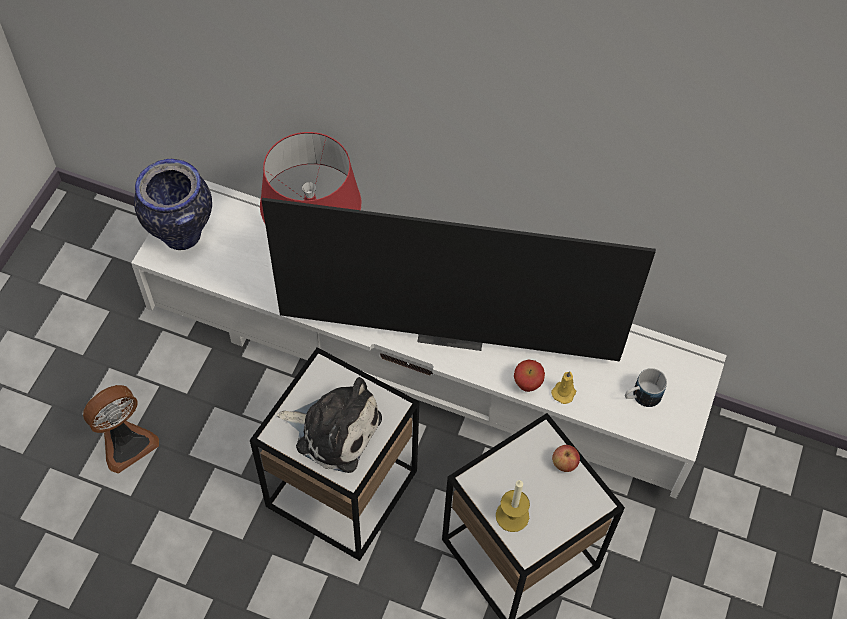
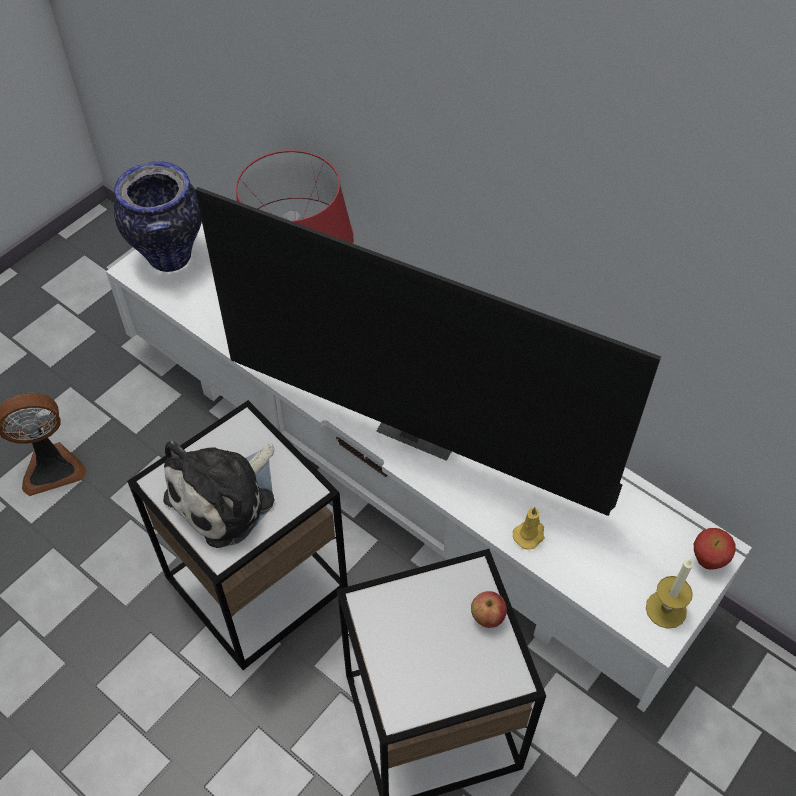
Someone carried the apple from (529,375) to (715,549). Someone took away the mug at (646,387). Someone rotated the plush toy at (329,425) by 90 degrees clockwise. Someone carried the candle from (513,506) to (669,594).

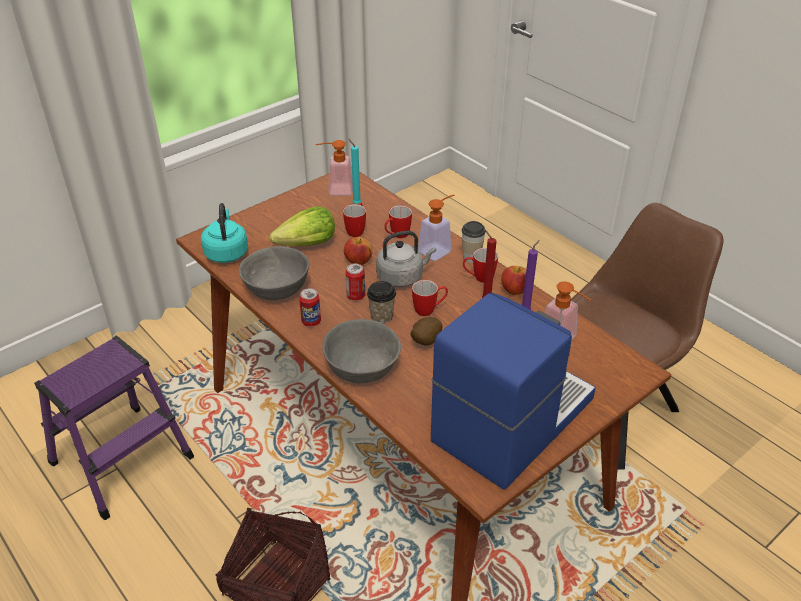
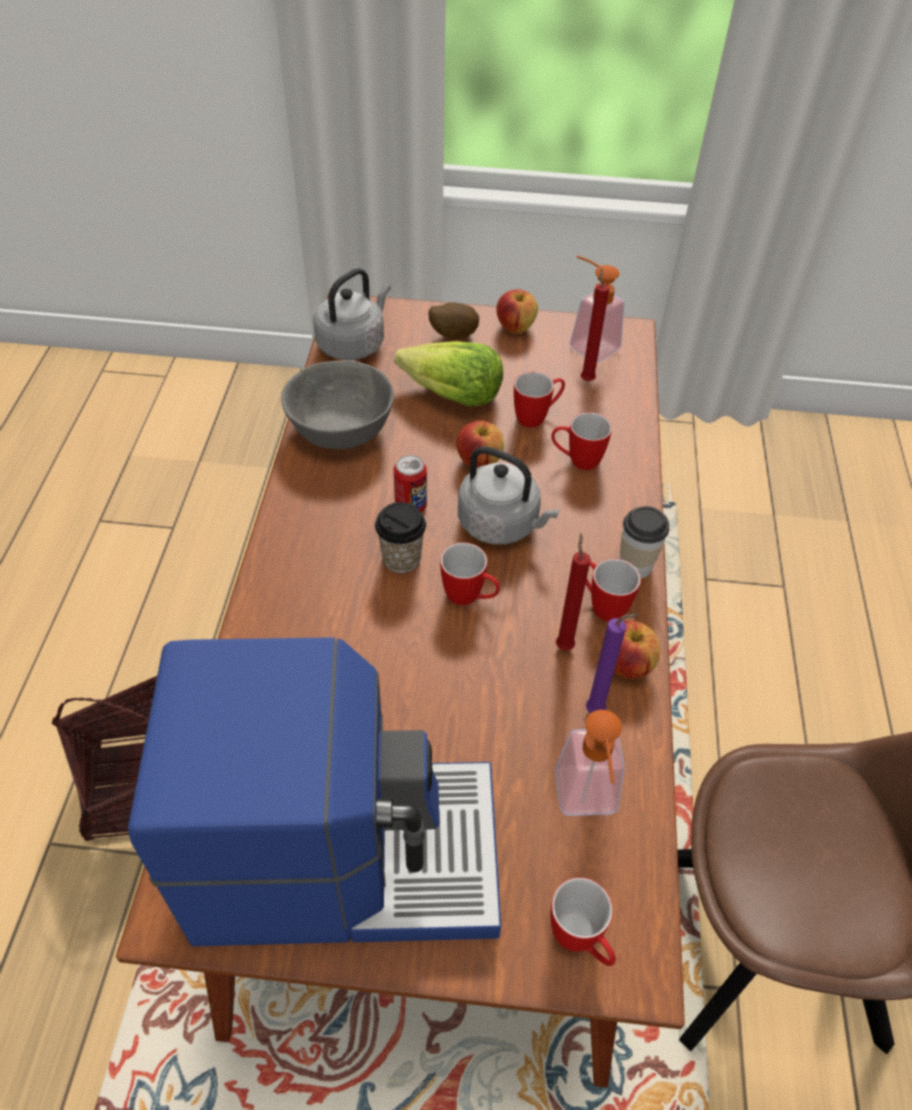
Someone repainted the candle in turquoise at (354,171), which became the candle in red at (595,324). Someone took away the soap dispenser at (436,228). Someone repainted the kettle in turquoise at (224,233), which became the kettle in grey at (352,314). Someone took away the can at (310,307). Someone carried the potato from (426,331) to (453,320). Someone took away the bowl in grey at (361,351). Someone took away the step ladder in purple at (114,427). Someone put down the apple at (517,311). Someone put down the mug at (583,921).

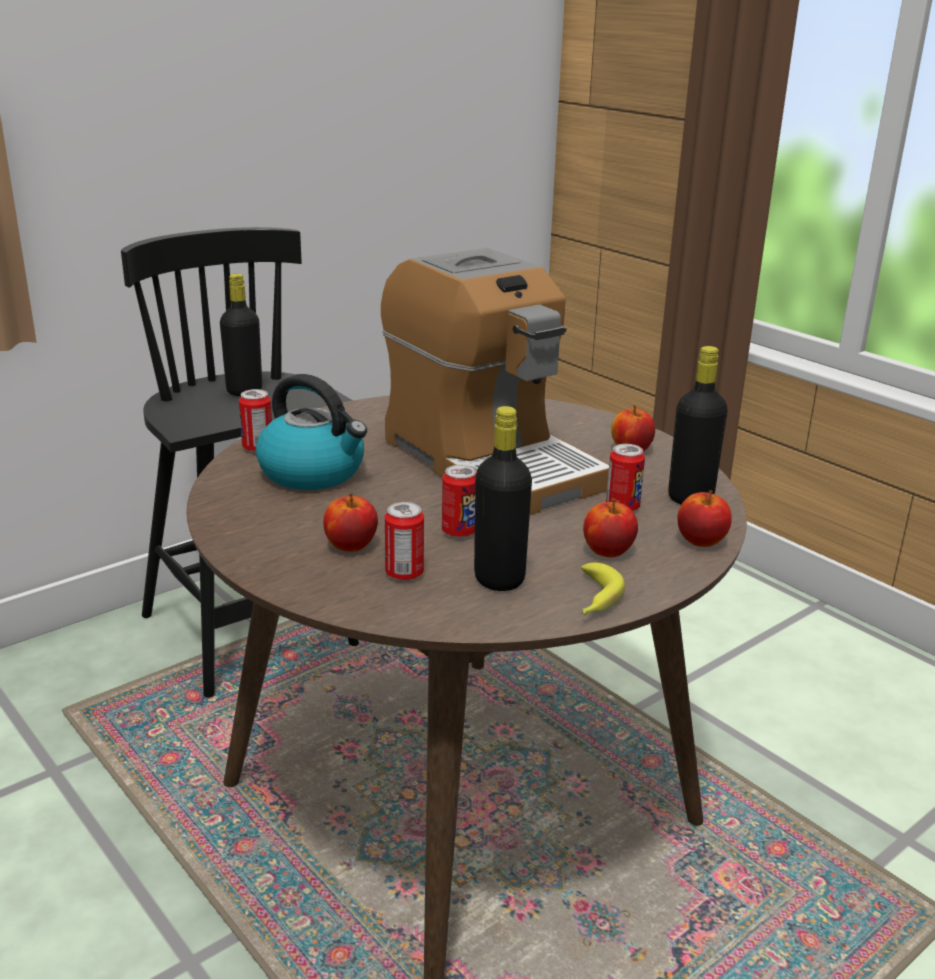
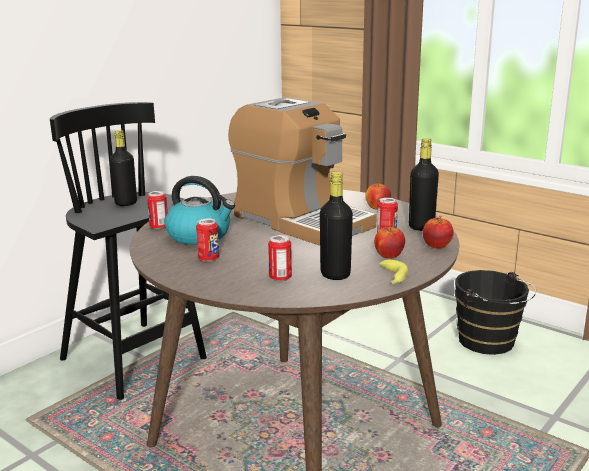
Someone carried the can from (459,501) to (207,240). Someone took away the apple at (350,522). Someone put down the bucket in black at (496,312).

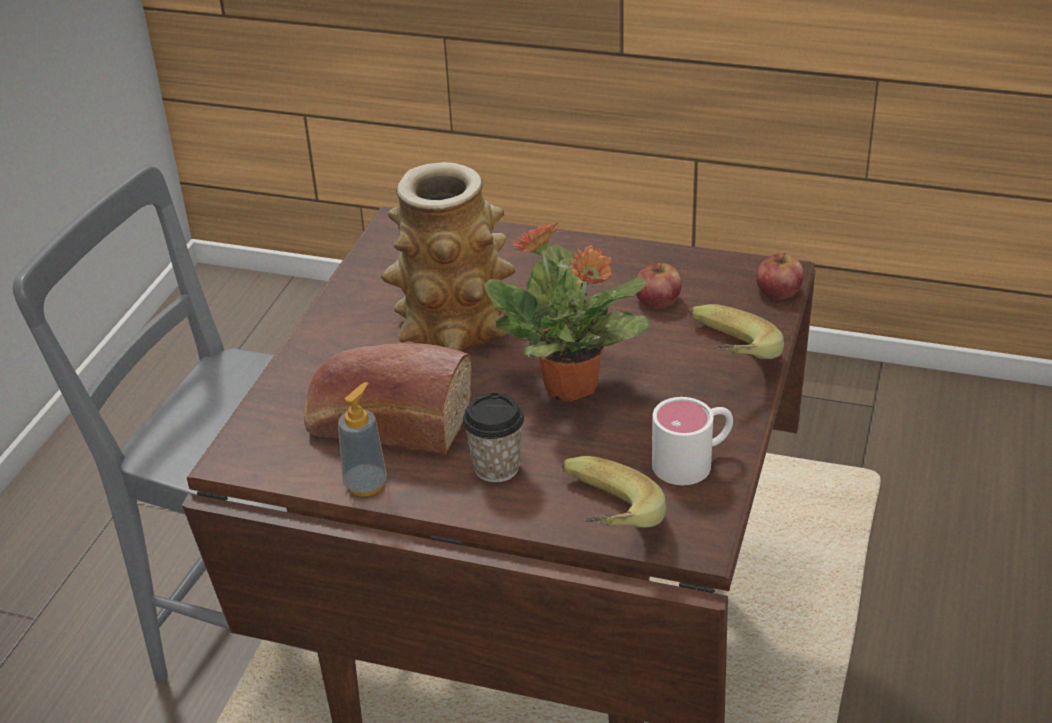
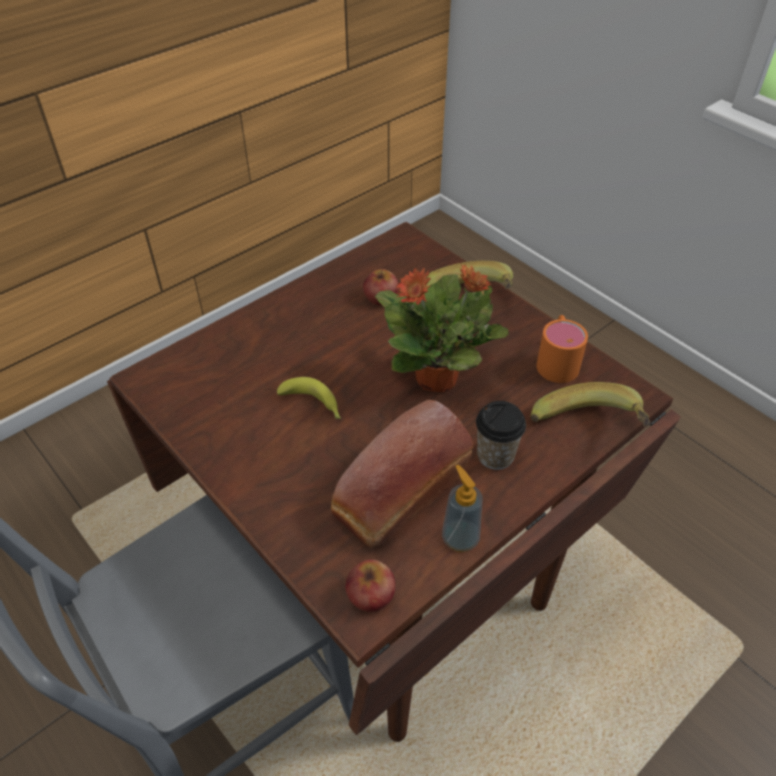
Someone swapped the vase at (448,256) for the banana at (309,398). Someone carried the apple from (780,275) to (371,585). Someone repainted the mug in white at (692,441), which became the mug in orange at (562,349).

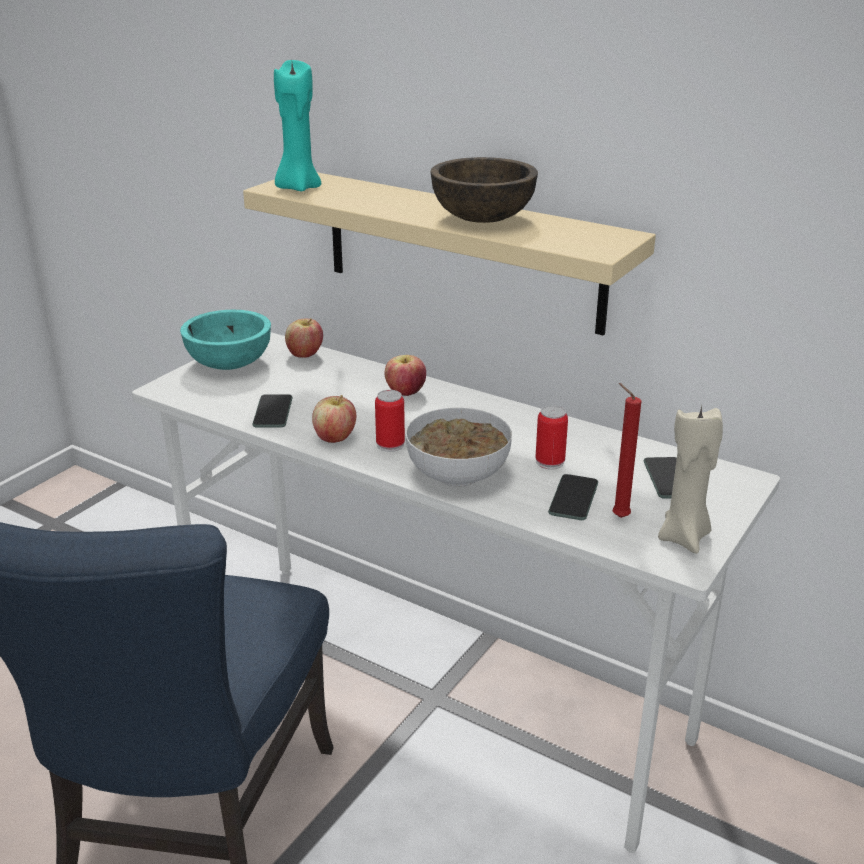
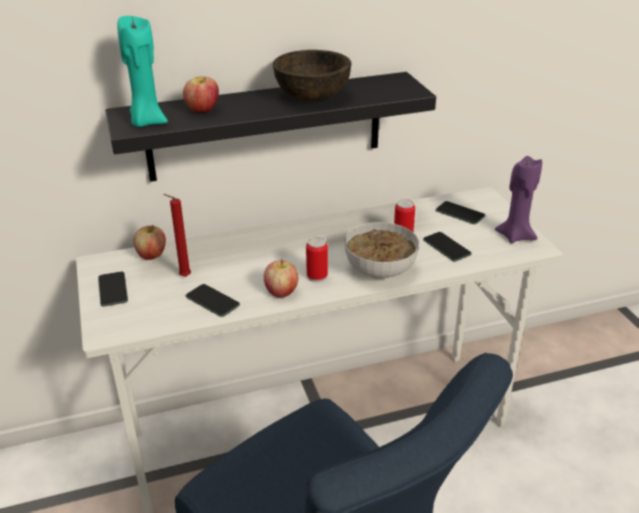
Someone repainted the shelf in beige at (449,254), which became the shelf in black at (270,127). Someone swapped the bowl in turquoise at (225,340) for the phone at (113,289). Someone carried the apple from (405,375) to (201,94). Someone carried the candle in red from (627,450) to (177,235). Someone repainted the candle in beige at (690,480), which became the candle in purple at (518,199).

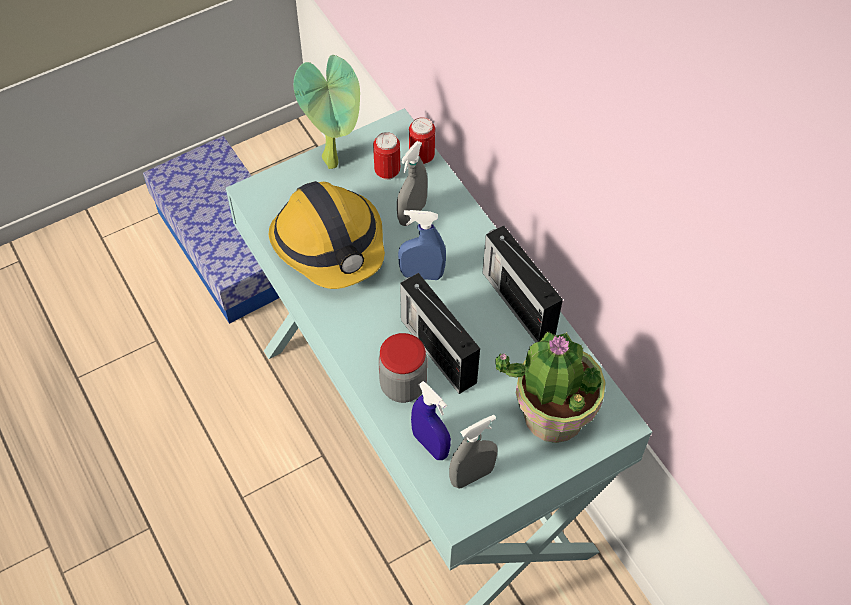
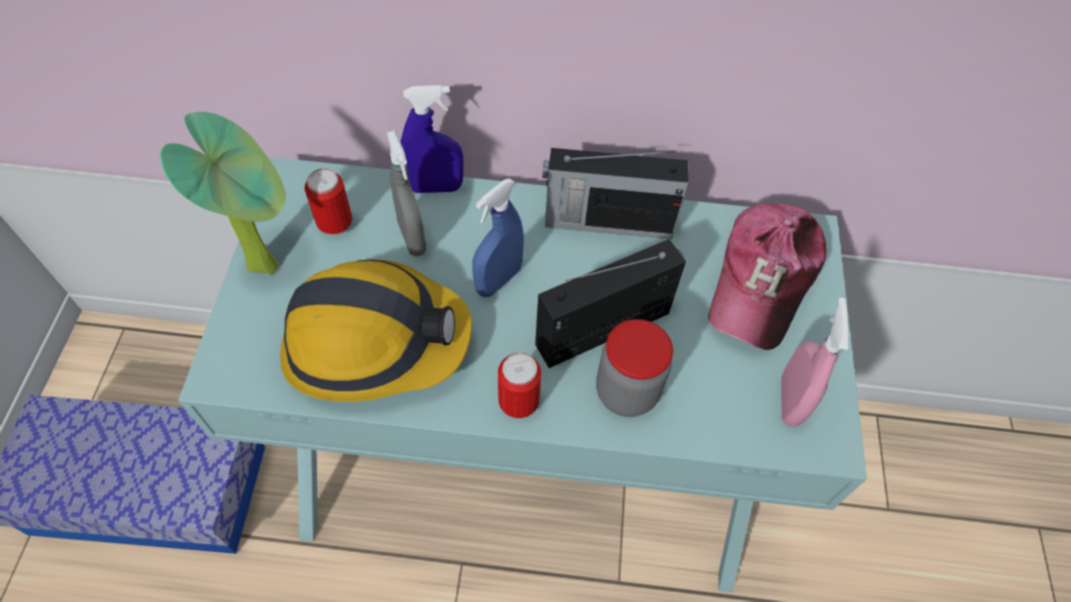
Someone carried the can from (422,141) to (519,385). Someone rotated the radio at (440,333) by 150 degrees clockwise. Someone swapped the potted plant at (550,387) for the cap at (767,276). Someone carried the spray bottle in blue from (431,420) to (432,139). Someone repainted the spray bottle in grey at (473,452), which became the spray bottle in pink at (815,362).

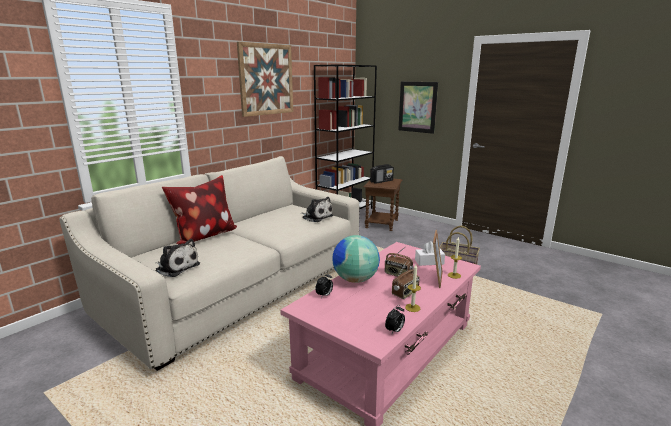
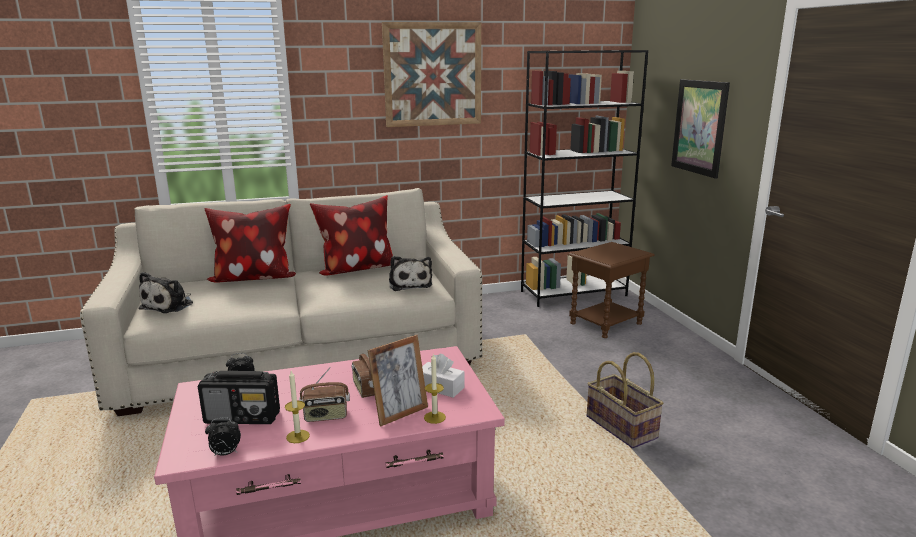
Someone carried the radio from (382,173) to (239,397). Someone took away the globe at (356,259). Someone rotated the plush toy at (177,258) by 45 degrees clockwise. Someone put down the pillow at (351,235).

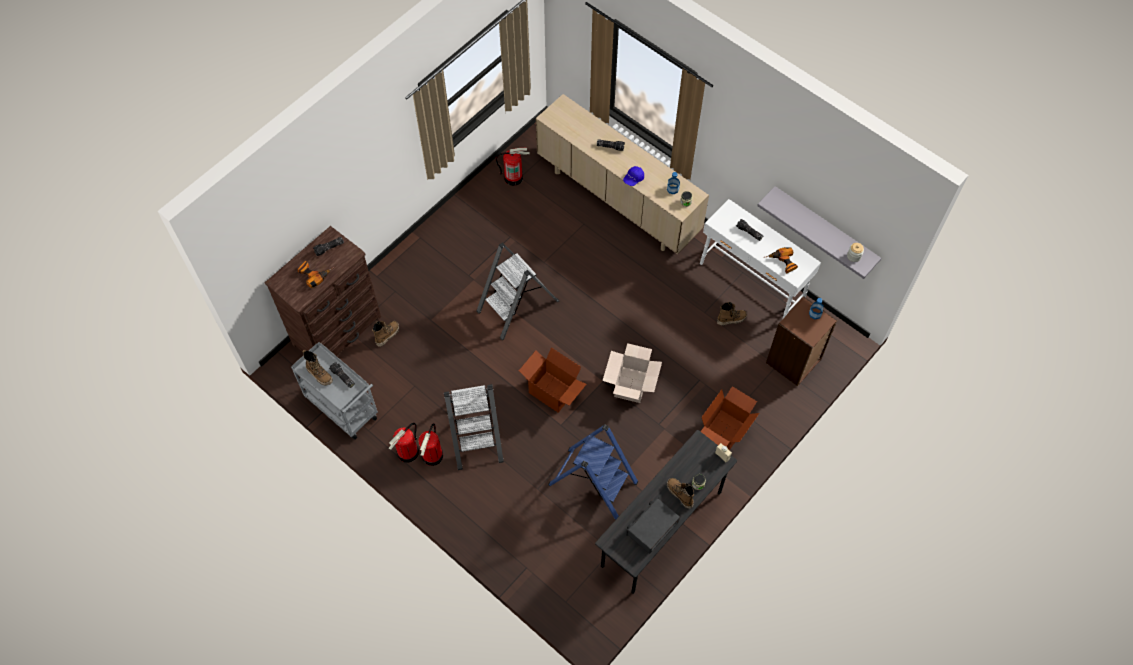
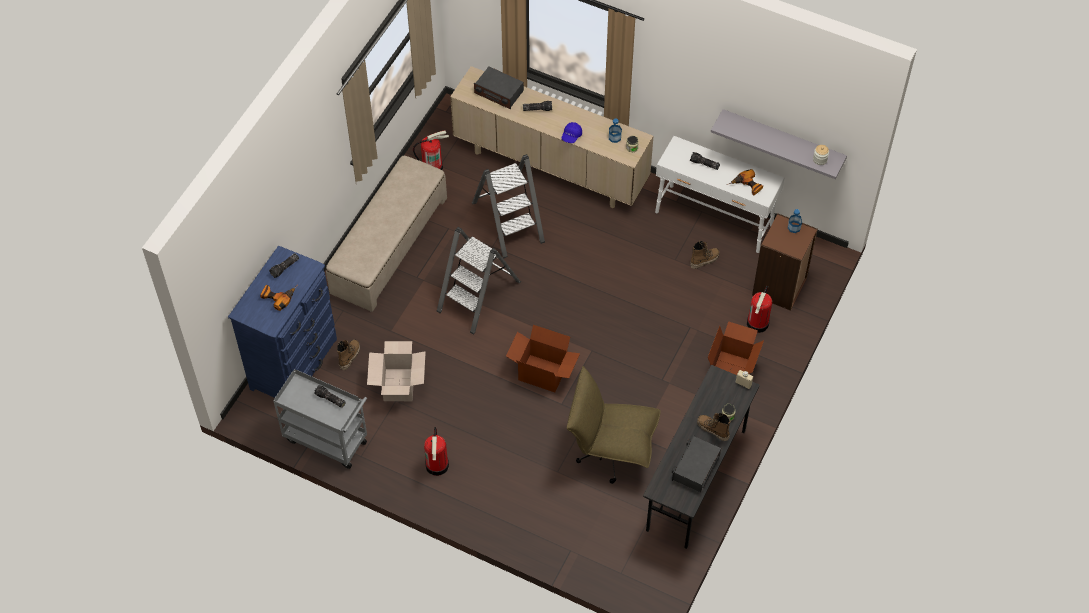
Someone repainted the dresser in brown at (322,291), which became the dresser in blue at (282,322). Someone carried the cardboard box from (632,373) to (396,371). Someone took away the boot at (317,367). Someone carried the step ladder in grey from (474,427) to (508,206). Someone carried the fire extinguisher from (404,443) to (759,309). Someone swapped the step ladder in blue at (593,472) for the office chair in beige at (614,425). Someone put down the radio at (499,88). Someone put down the bench in beige at (386,234).

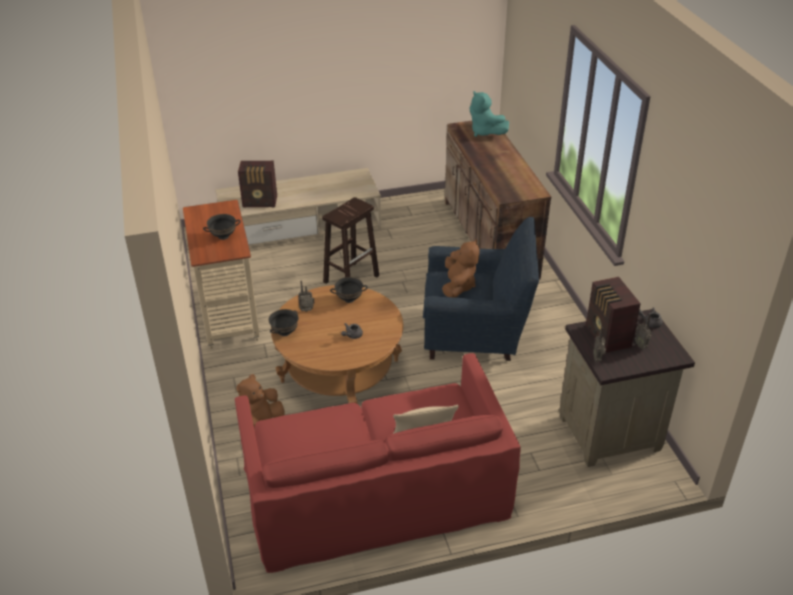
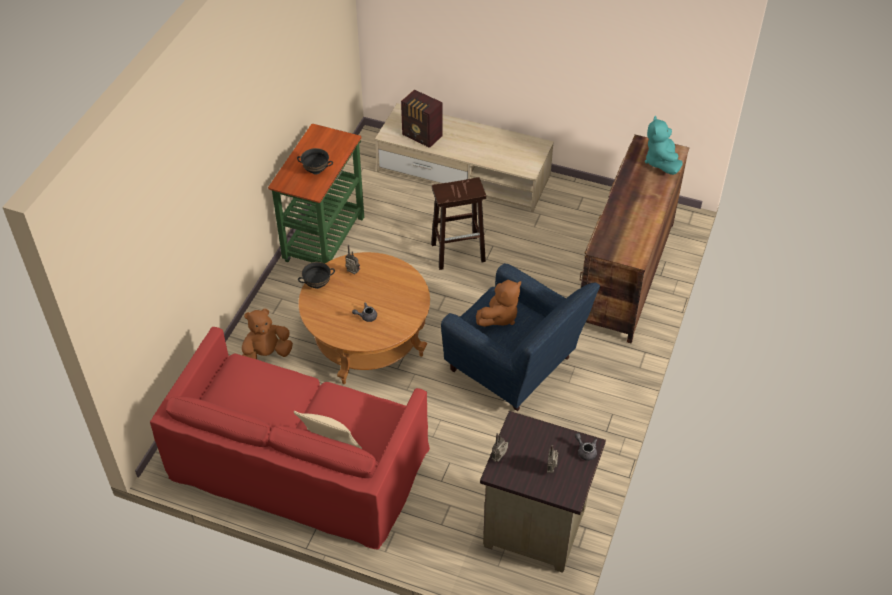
Someone repainted the cart in beige at (221,274), which became the cart in green at (316,193). Someone took away the bowl in black at (349,290). Someone took away the radio at (613,315).

